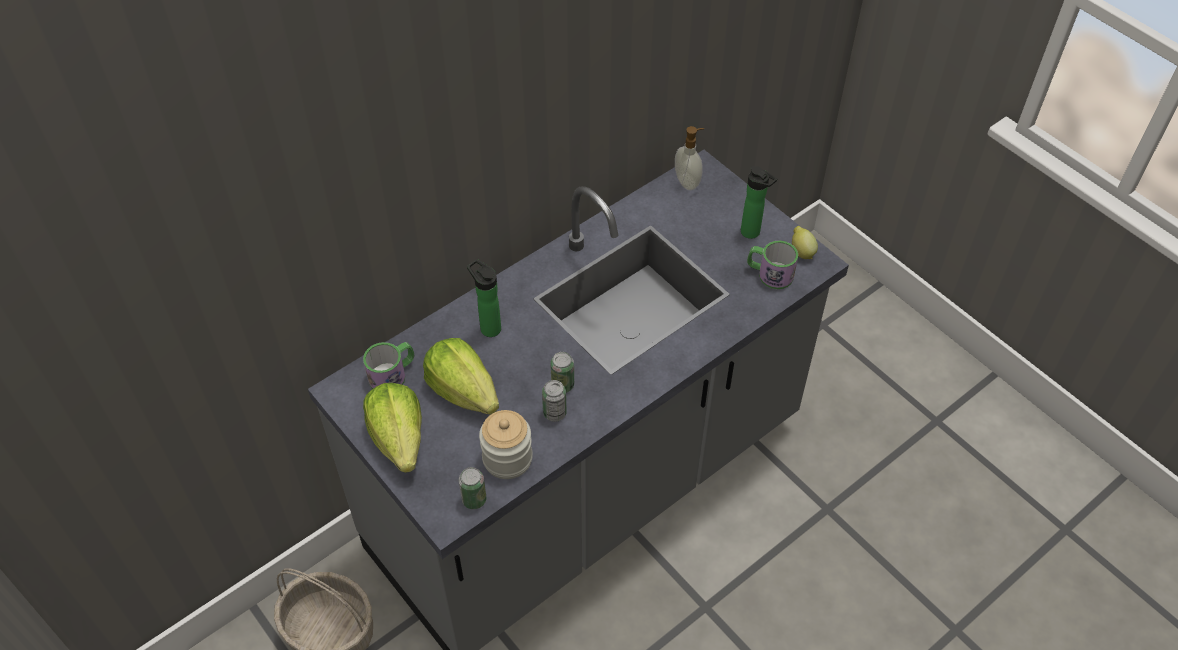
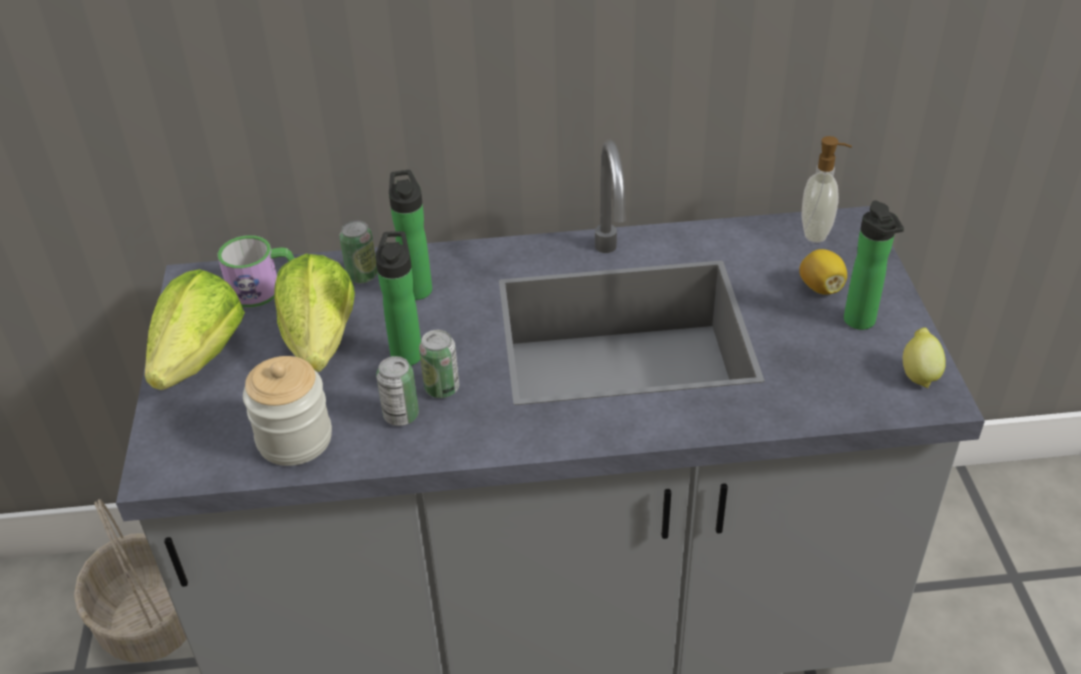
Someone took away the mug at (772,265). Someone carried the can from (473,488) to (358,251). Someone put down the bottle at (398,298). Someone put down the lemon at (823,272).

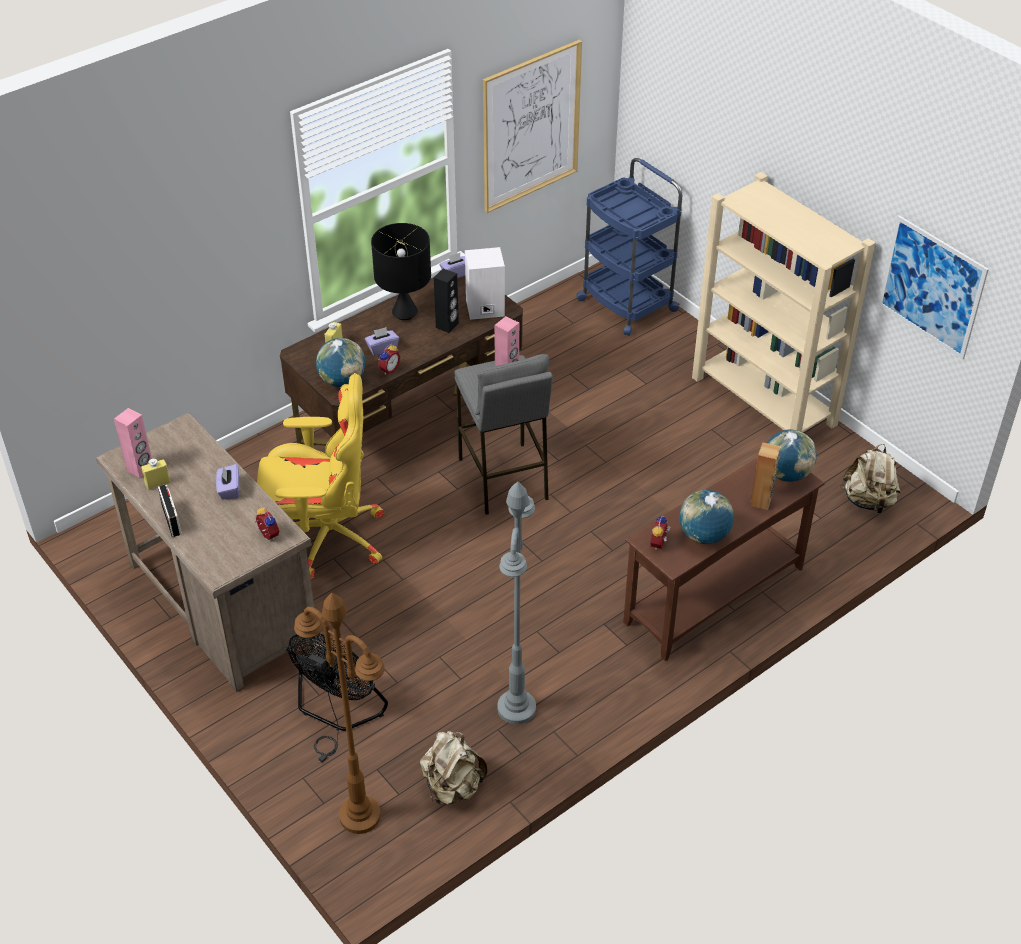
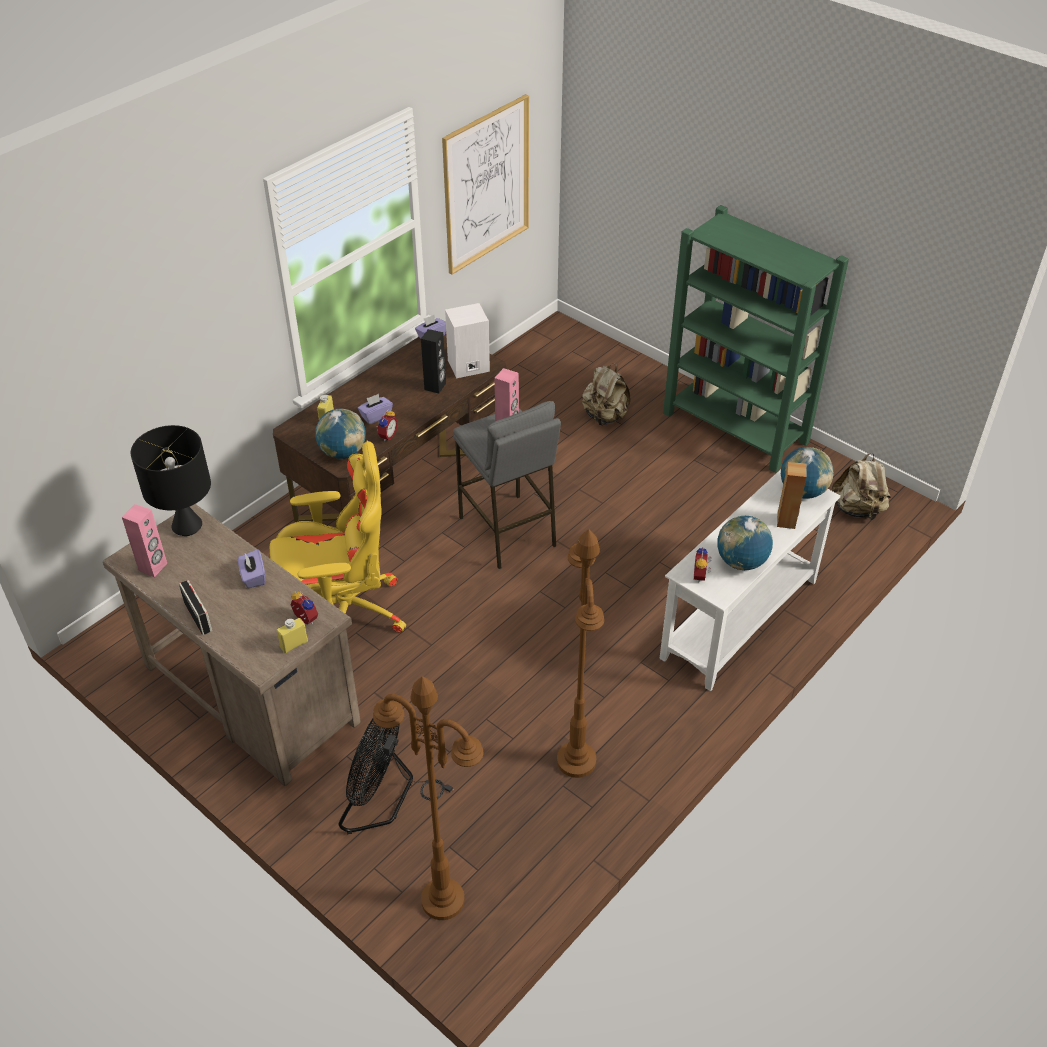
Someone took away the cart in blue at (629,247). Someone repainted the bookcase in beige at (783,302), which became the bookcase in green at (756,339). Someone took away the picture at (933,287). Someone carried the table lamp in black from (401,271) to (171,480). Someone repainted the console table in brown at (724,559), which became the console table in white at (750,580). Someone carried the bottle in yellow from (156,474) to (292,636). Someone repainted the floor lamp in grey at (516,603), which became the floor lamp in brown at (580,653). Someone rotated the fan in black at (336,697) by 90 degrees counterclockwise. Someone carried the backpack in beige from (453,768) to (606,394).

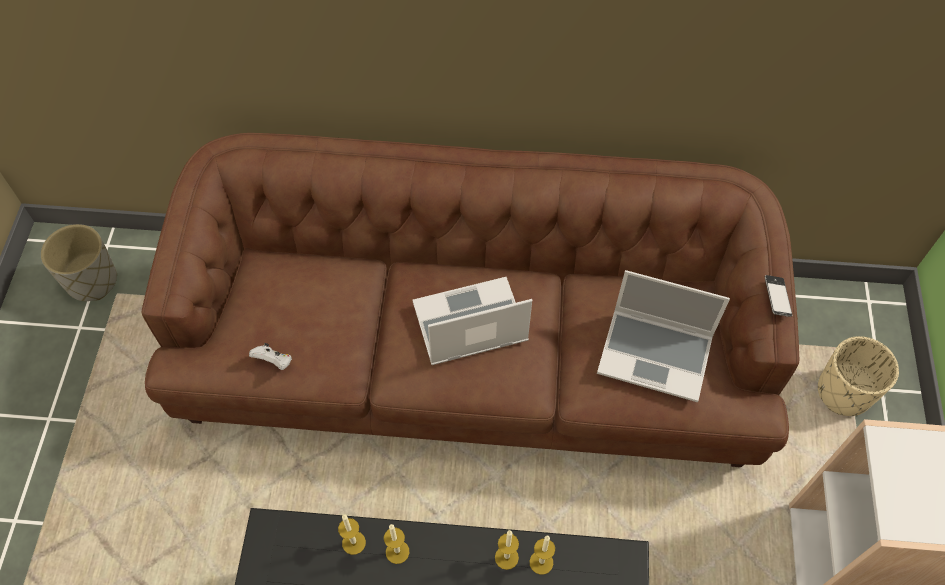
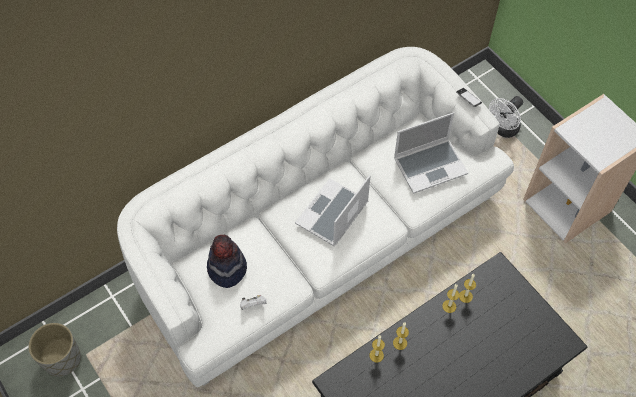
Someone repainted the sofa in brown at (470,300), which became the sofa in white at (315,217). Someone swapped the planter in beige at (858,376) for the fan in white at (506,117). Someone put down the hat at (227,261).

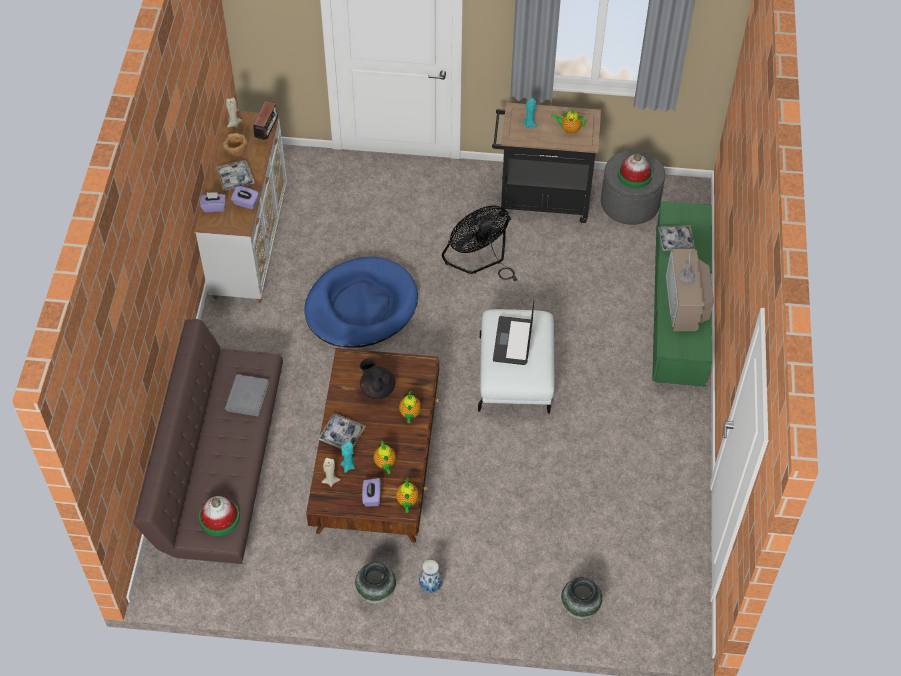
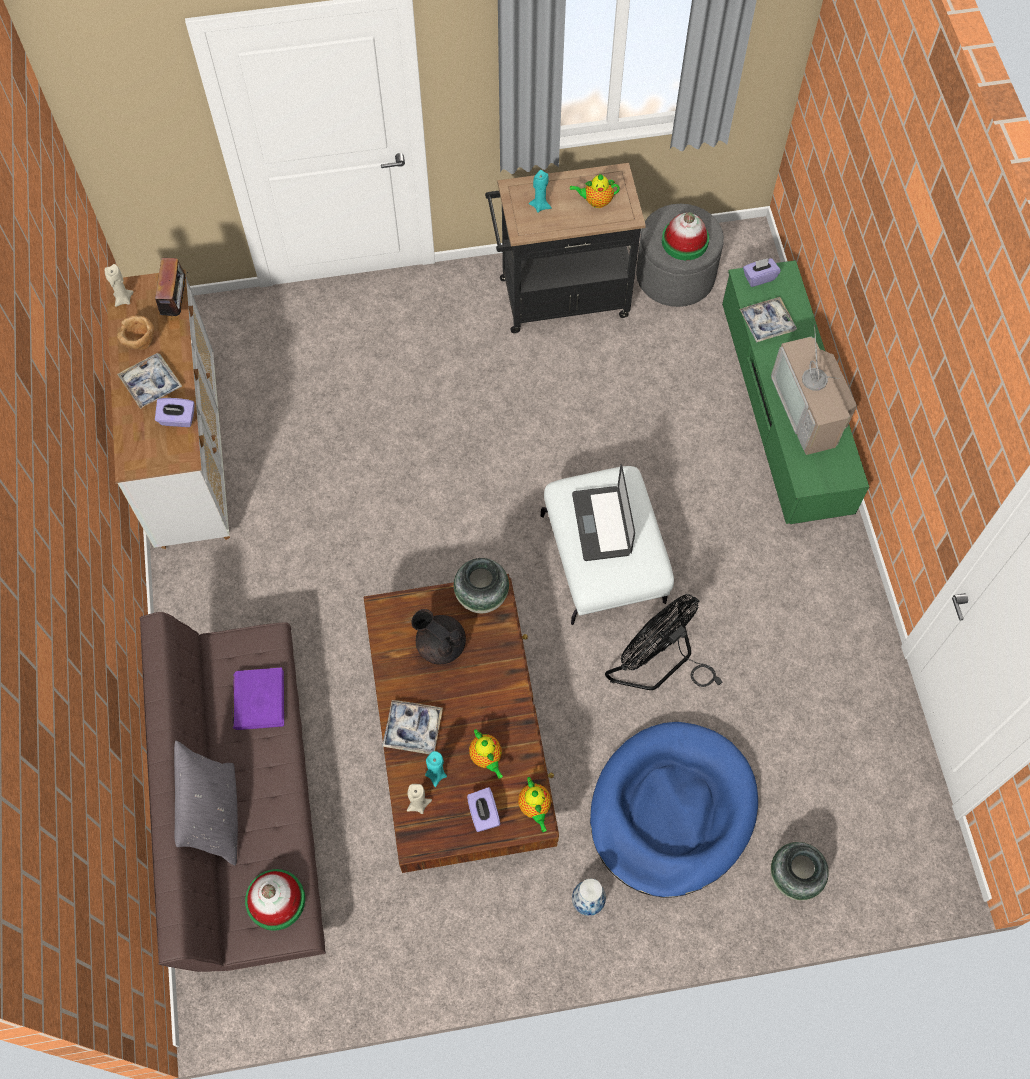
Someone carried the tissue box in purple from (213,202) to (762,272). Someone carried the fan in black from (479,243) to (663,642). Someone carried the dog bed in blue from (361,302) to (674,810). Someone repainted the book in grey at (247,395), which became the book in purple at (258,699). Someone took away the teapot at (410,407). Someone carried the vase from (375,583) to (481,585). Someone put down the pillow in grey at (206,803).

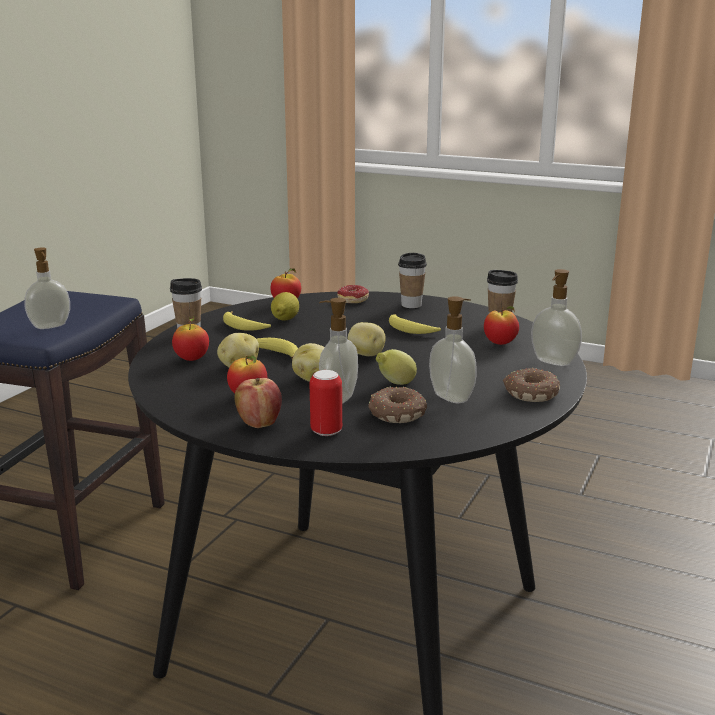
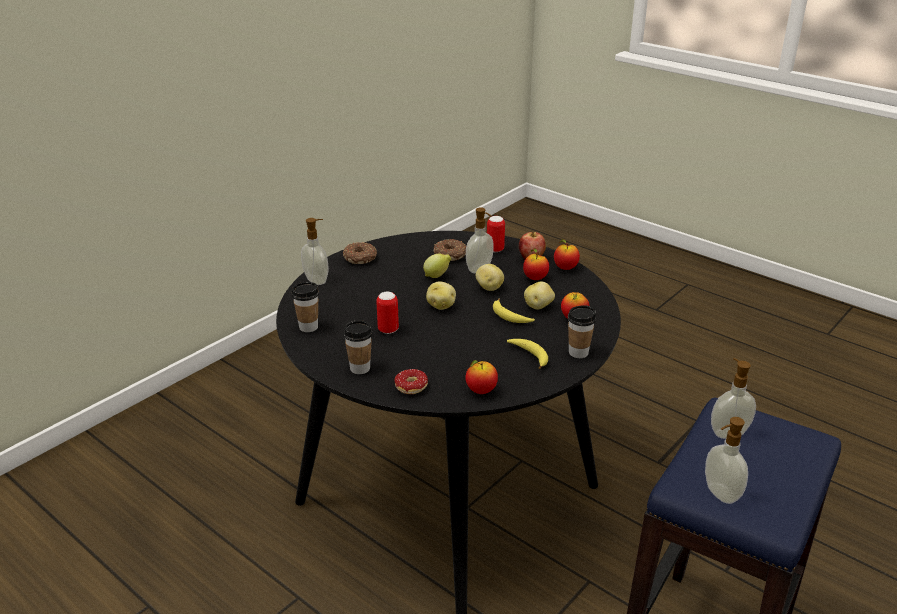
Someone took away the lemon at (285,306). Someone carried the soap dispenser from (453,349) to (726,460). Someone carried the apple from (501,325) to (567,254). Someone swapped the banana at (415,324) for the can at (387,313).

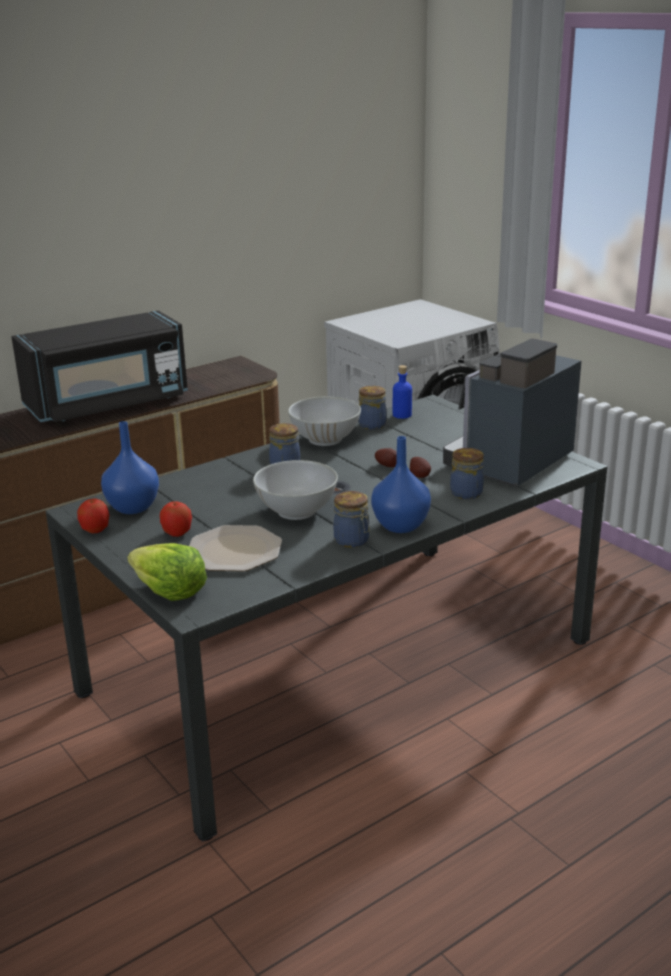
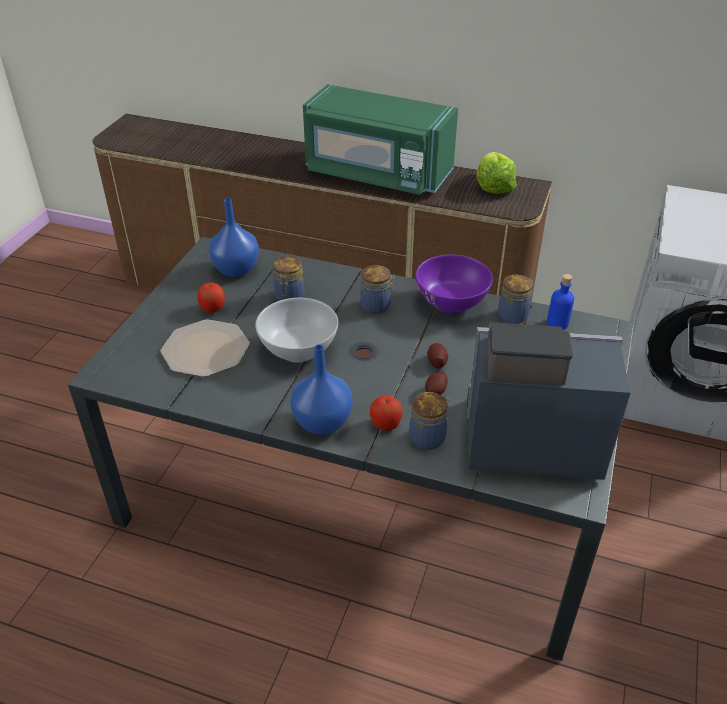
Someone repainted the microwave in black at (100,366), which became the microwave in green at (380,139). Someone repainted the bowl in white at (324,421), which became the bowl in purple at (454,284). Someone carried the jar from (351,519) to (289,278). Someone carried the apple from (93,515) to (386,413). Someone carried the lettuce from (167,572) to (496,173).

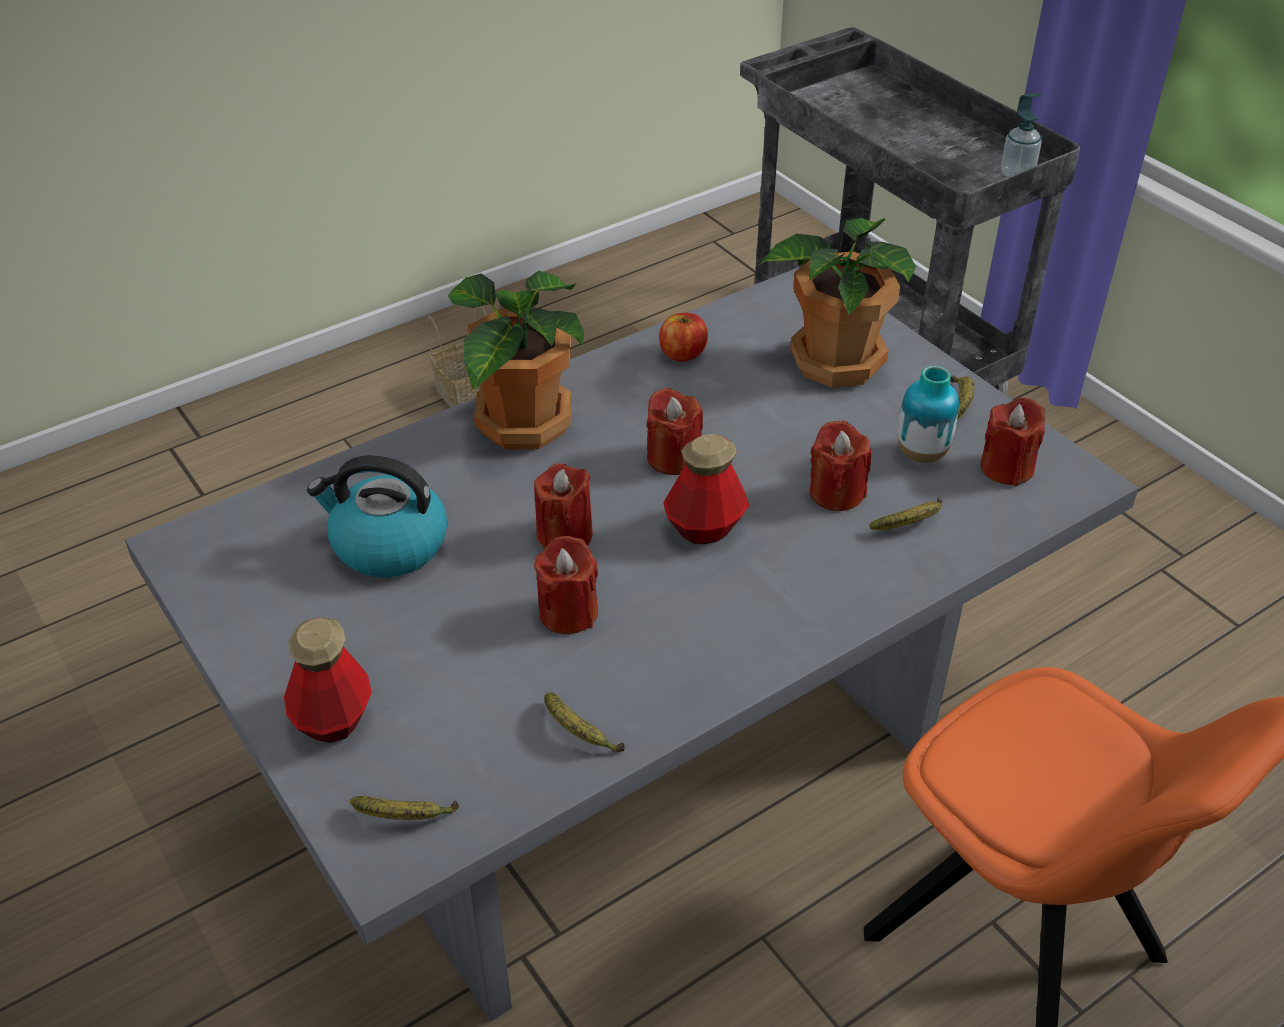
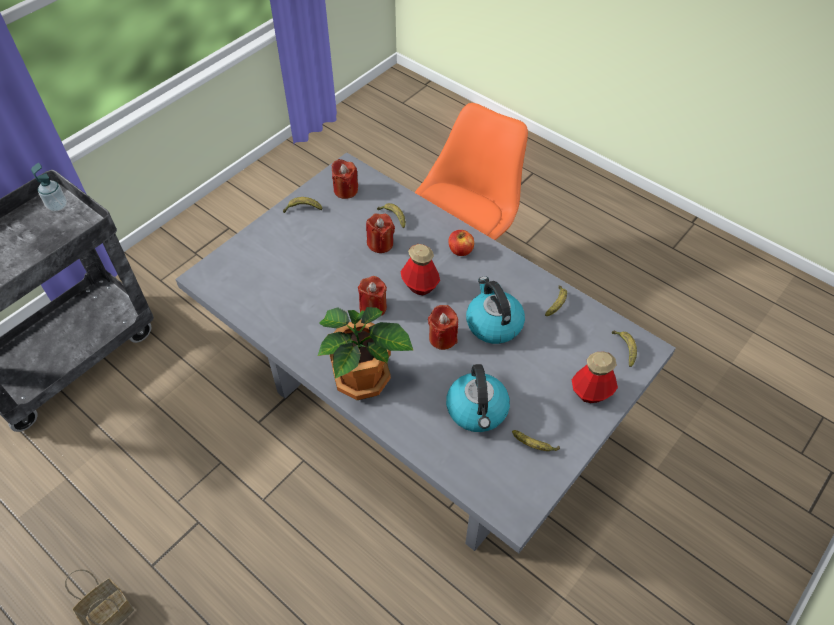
Someone took away the potted plant at (837,303). Someone carried the apple from (683,337) to (461,243). Someone took away the vase at (928,414). Someone swapped the candle in red at (566,585) for the kettle at (495,310). Someone put down the banana at (536,440).

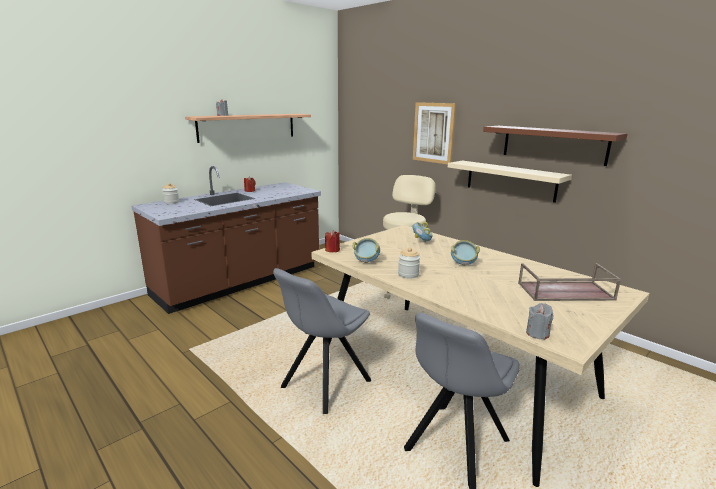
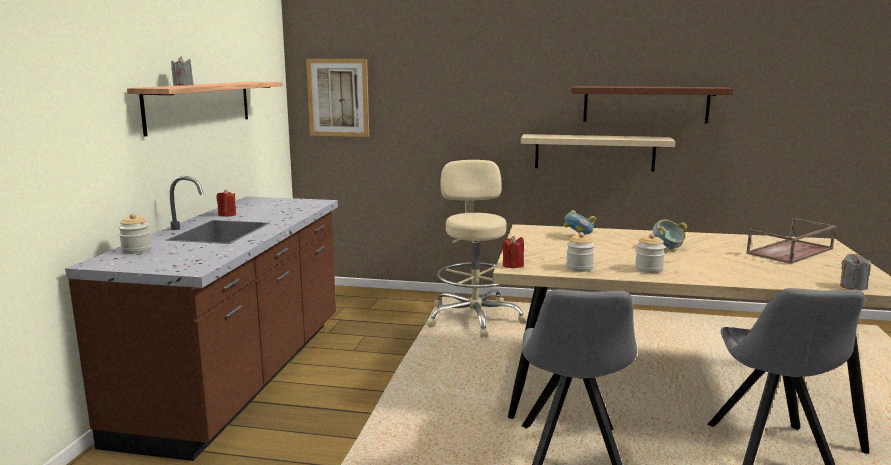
Someone carried the picture from (434,133) to (337,98). Someone swapped the bowl at (366,250) for the jar at (580,252).

